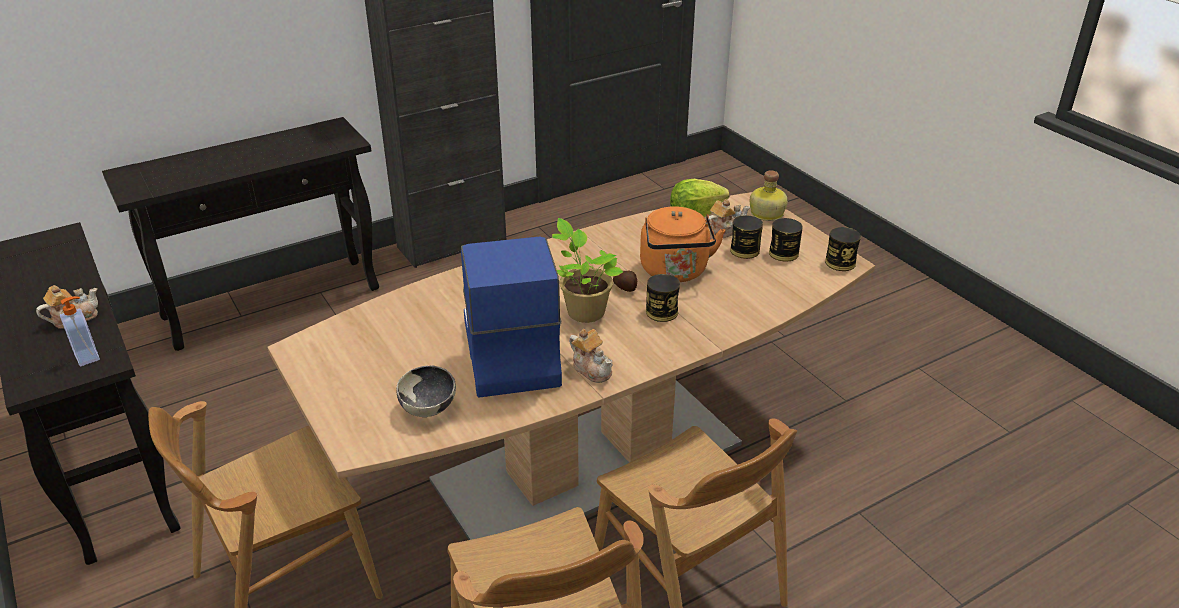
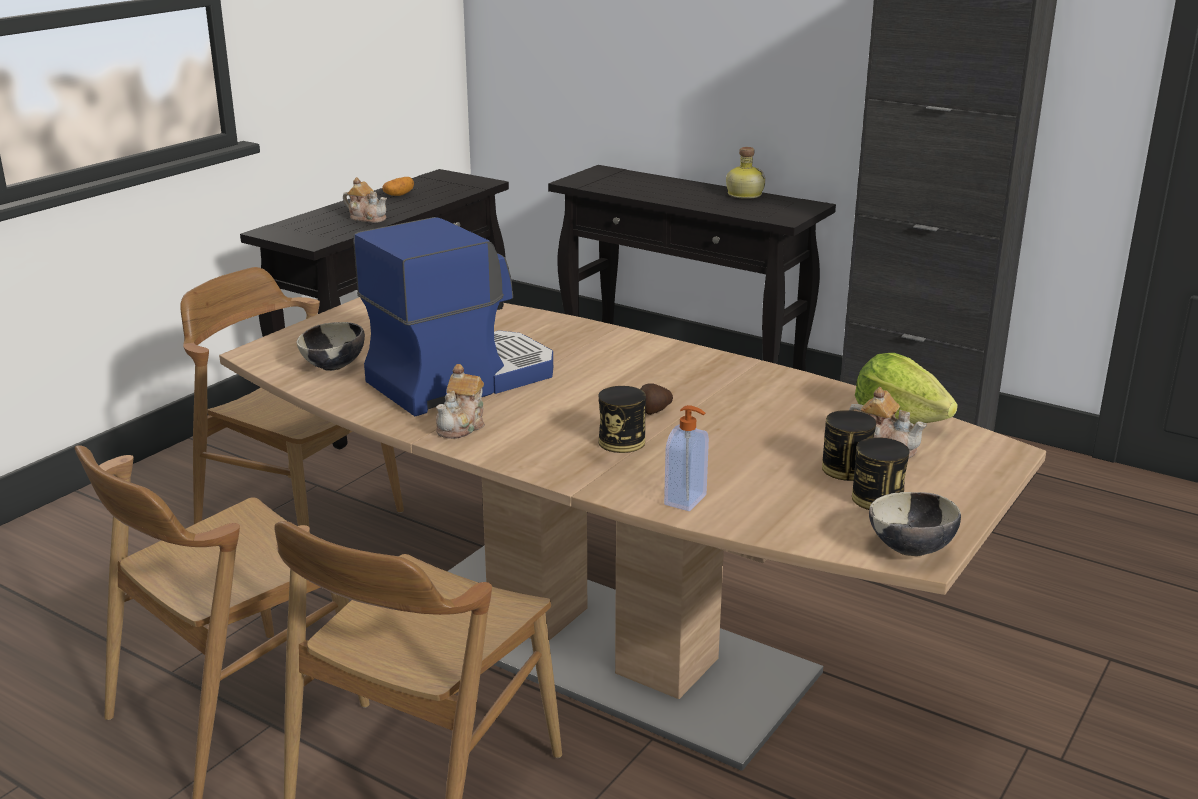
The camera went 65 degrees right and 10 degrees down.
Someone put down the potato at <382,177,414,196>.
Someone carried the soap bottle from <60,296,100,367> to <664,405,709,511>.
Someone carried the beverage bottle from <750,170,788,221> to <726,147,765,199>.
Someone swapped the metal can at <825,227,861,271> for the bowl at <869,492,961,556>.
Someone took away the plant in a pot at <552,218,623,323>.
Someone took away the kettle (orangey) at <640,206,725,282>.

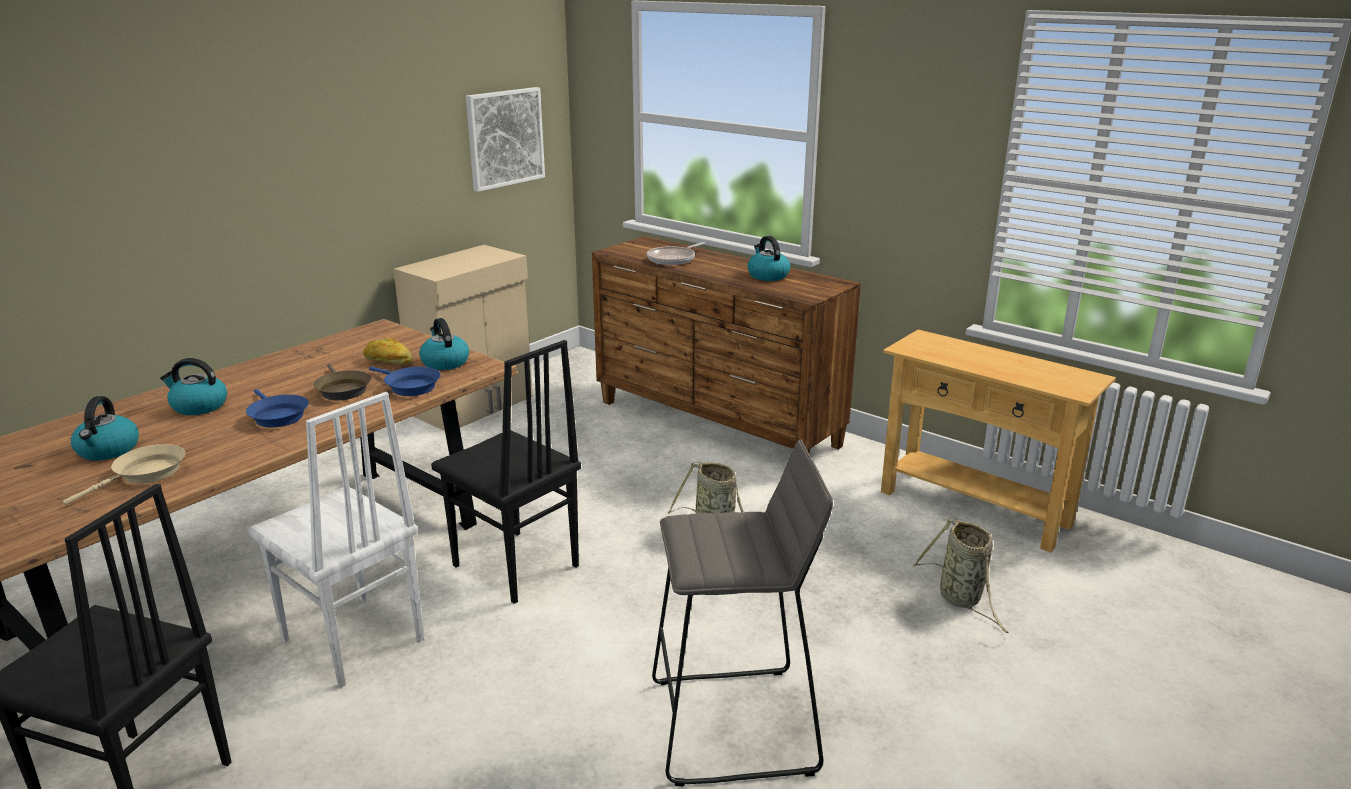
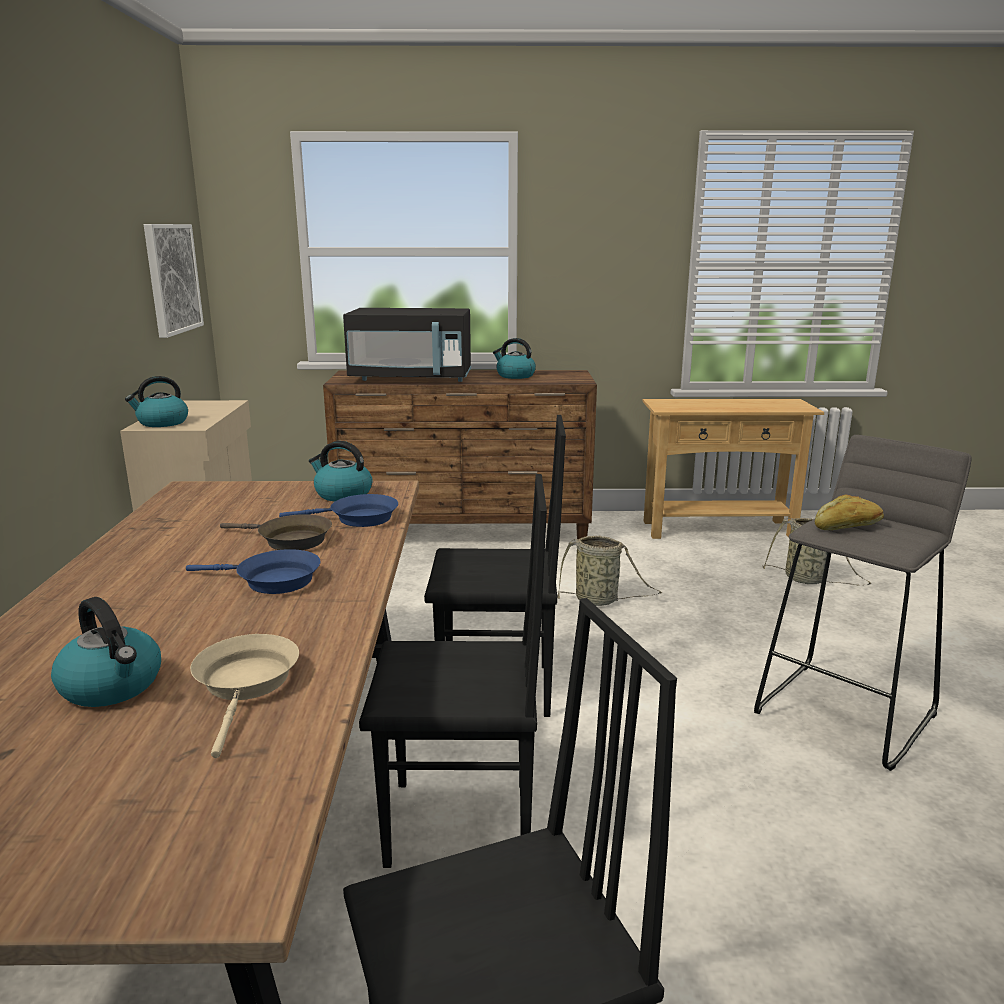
The camera went 40 degrees left and 5 degrees down.
Someone carried the kettle from <160,358,227,415> to <125,376,188,427>.
Someone swapped the pan at <647,242,706,265> for the kitchen microwave (black-coloured) at <343,308,471,382>.
Someone repainted the upright chair (white) at <248,392,424,687>, which became the upright chair (black-coloured) at <359,474,547,868>.
Someone carried the bakery bread from <363,338,412,365> to <815,494,884,530>.

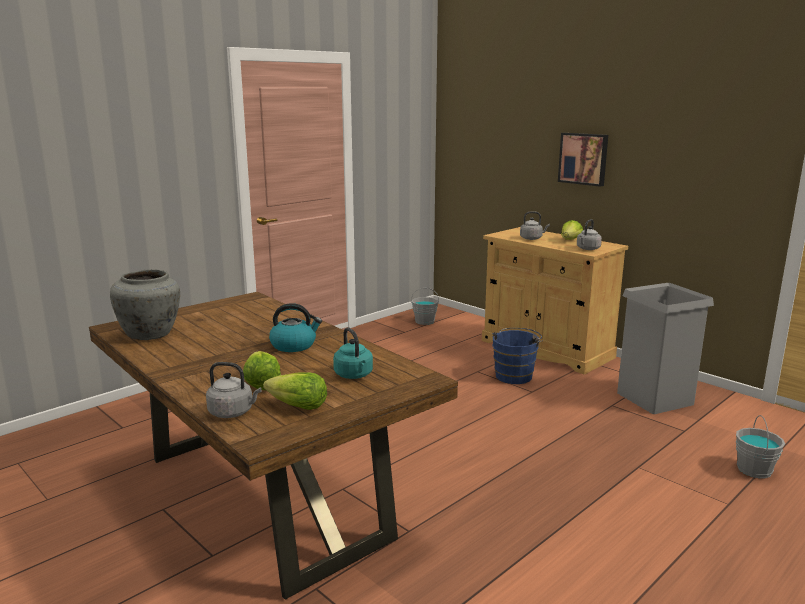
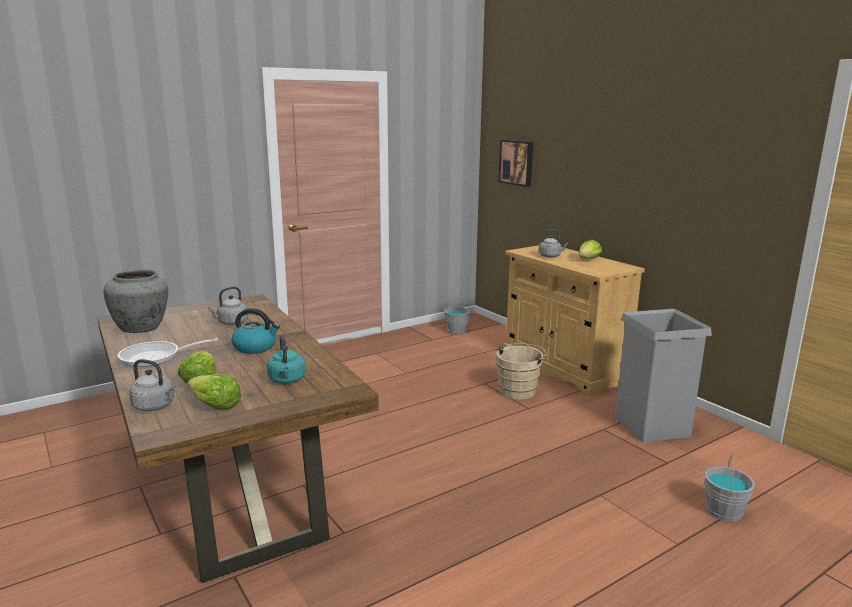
The camera went 10 degrees right and 0 degrees up.
Someone put down the pan at <118,338,218,367>.
Someone carried the kettle (grey) from <577,219,602,250> to <208,286,248,325>.
Someone repainted the bucket (blue) at <492,328,543,384>, which became the bucket (beige-coloured) at <496,343,546,400>.
Someone carried the wall art from <558,133,608,187> to <499,140,533,187>.

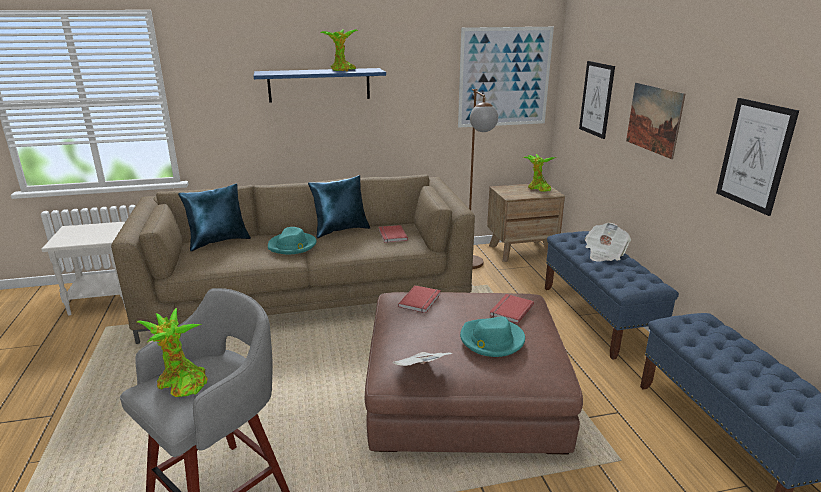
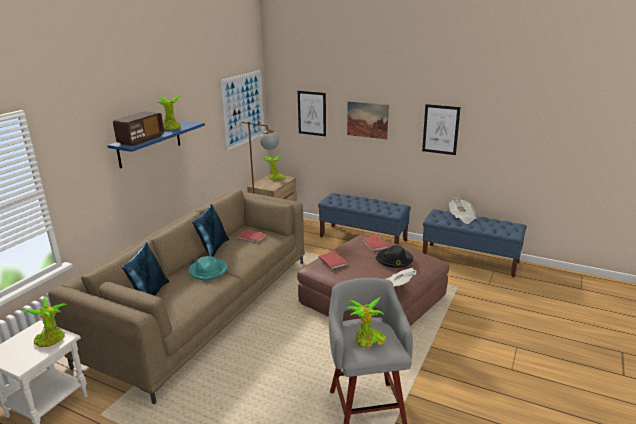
The camera went 50 degrees left and 0 degrees up.
Someone put down the plant in a pot at <21,296,67,347>.
Someone put down the radio at <113,111,164,146>.
Someone repainted the hat (turquoise) at <460,317,525,357>, which became the hat (black-coloured) at <375,245,413,268>.
Someone carried the newspaper from <585,223,631,261> to <449,198,477,224>.

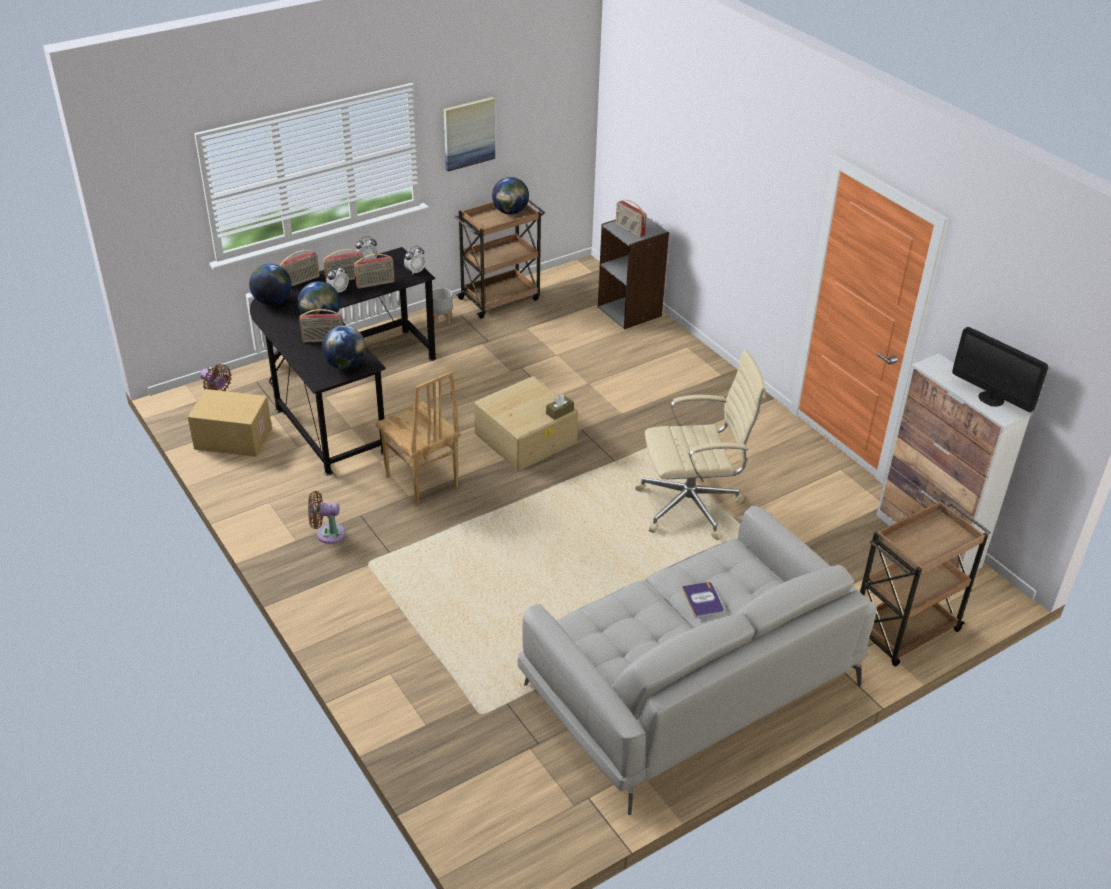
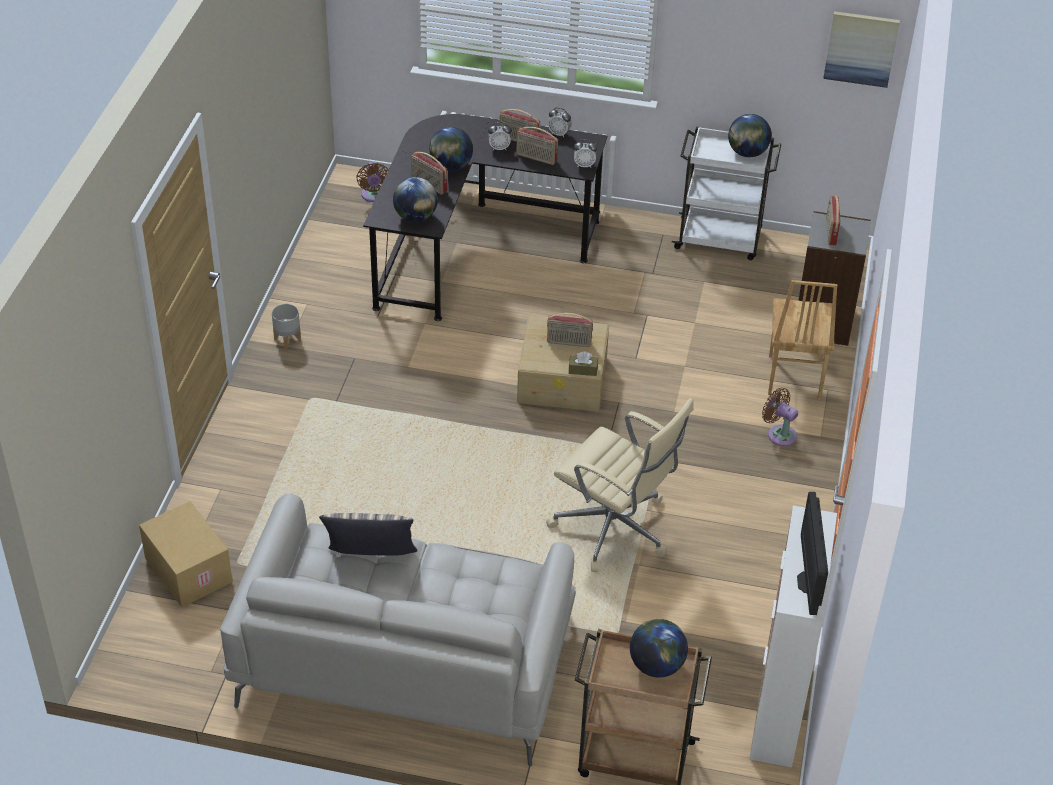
The camera went 45 degrees right and 5 degrees up.
Someone carried the carton from <188,389,272,457> to <139,501,233,607>.
Someone carried the flower pot (grey) from <432,288,453,324> to <272,304,301,349>.
Someone put down the throw pillow at <319,513,418,556>.
Someone carried the radio from <280,250,320,287> to <547,313,593,347>.
Someone carried the world globe from <249,264,291,305> to <630,619,688,677>.
Someone repainted the cart (brownish) at <455,200,545,319>, which became the cart (white) at <672,126,781,260>.
Someone carried the cooling fan (brownish) from <308,491,346,544> to <762,388,798,446>.
Someone carried the upright chair (brownish) from <376,371,461,507> to <768,280,838,400>.
Someone carried the wall art from <444,97,495,171> to <823,11,900,88>.
Someone took away the bound book at <682,582,724,618>.

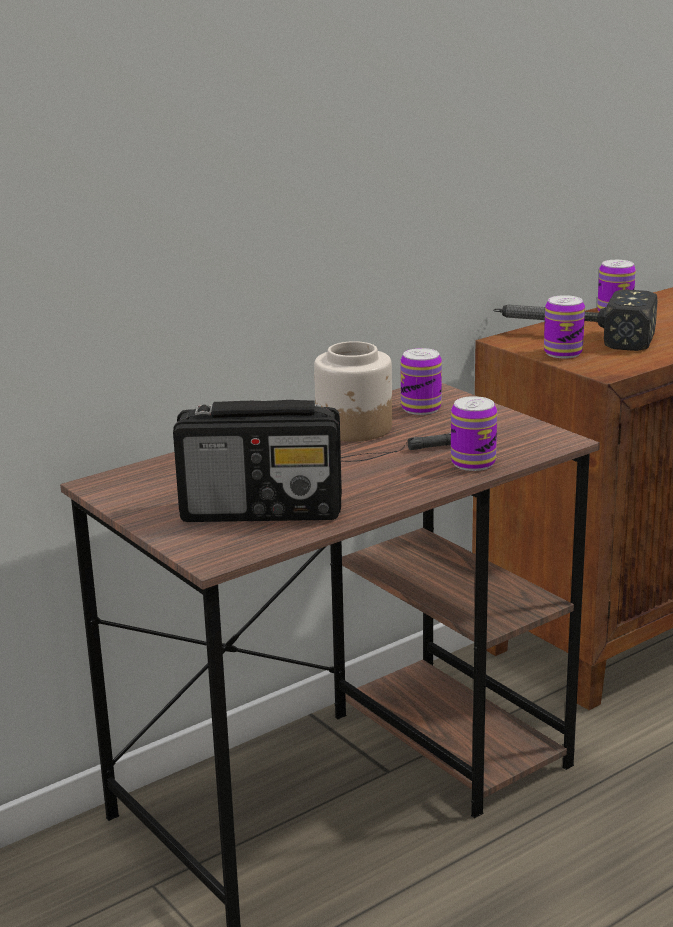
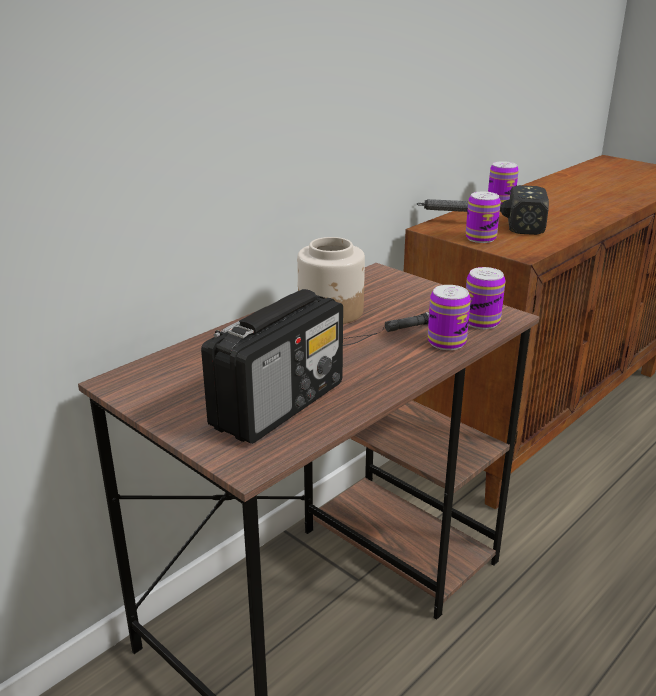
The camera went 10 degrees left and 5 degrees up.
Someone rotated the radio at <173,400,342,522> by 45 degrees counterclockwise.
Someone carried the metal can from <401,348,442,415> to <466,267,505,329>.

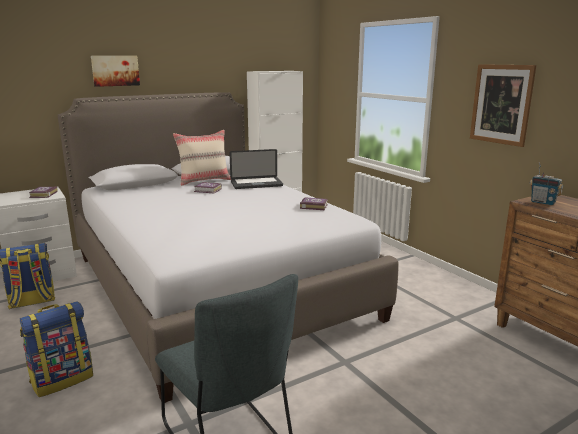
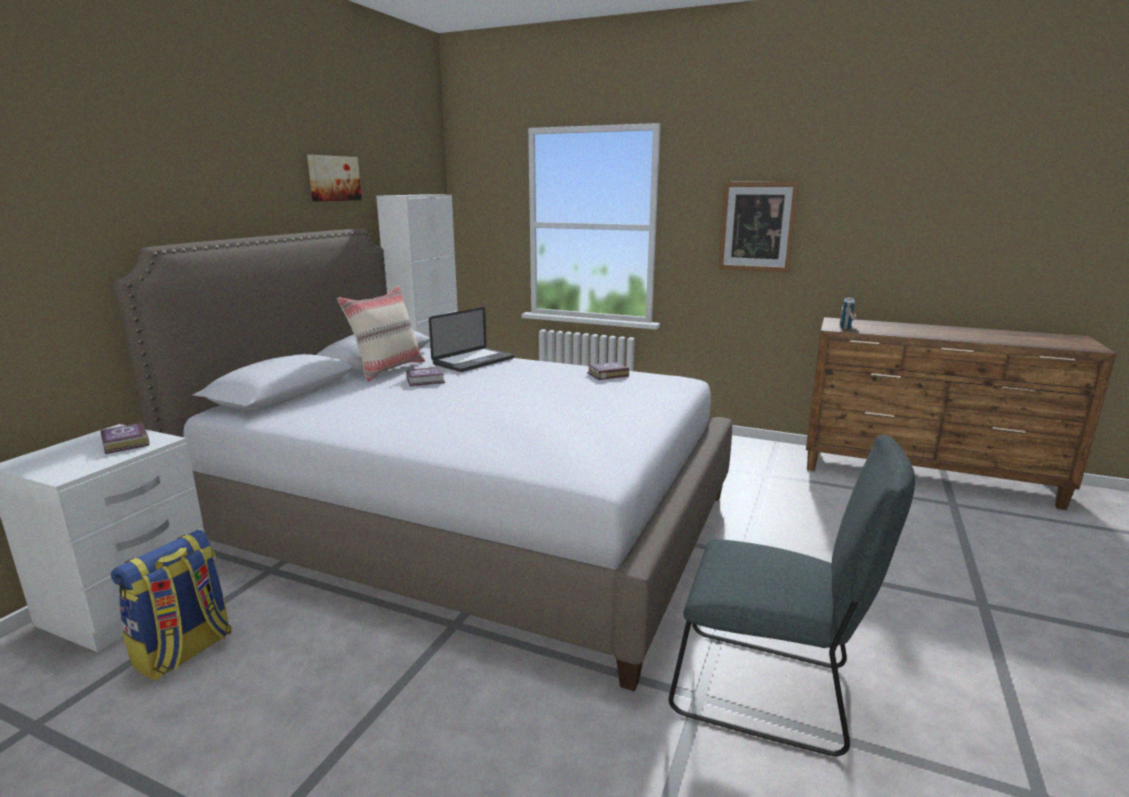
The camera went 35 degrees left and 0 degrees up.
Someone carried the wall art from <91,56,140,87> to <307,155,362,201>.
Someone rotated the radio at <530,162,563,205> by 105 degrees clockwise.
Someone took away the backpack at <20,301,93,397>.

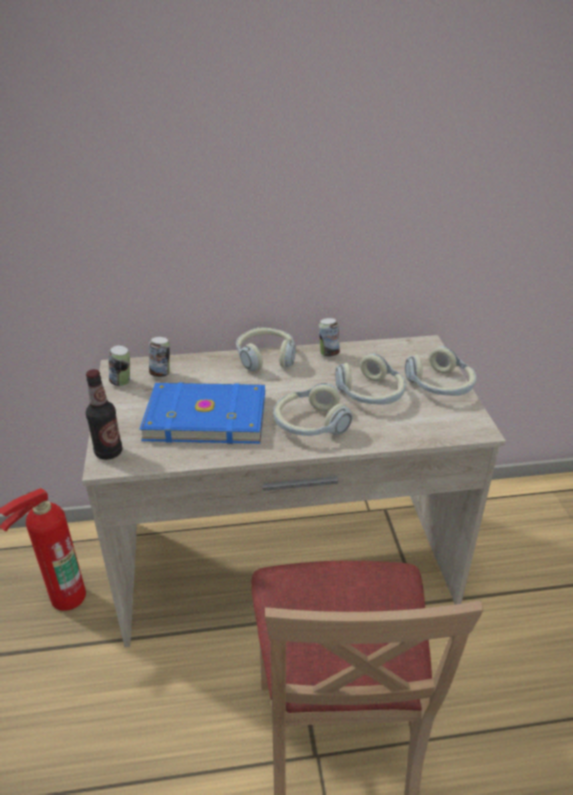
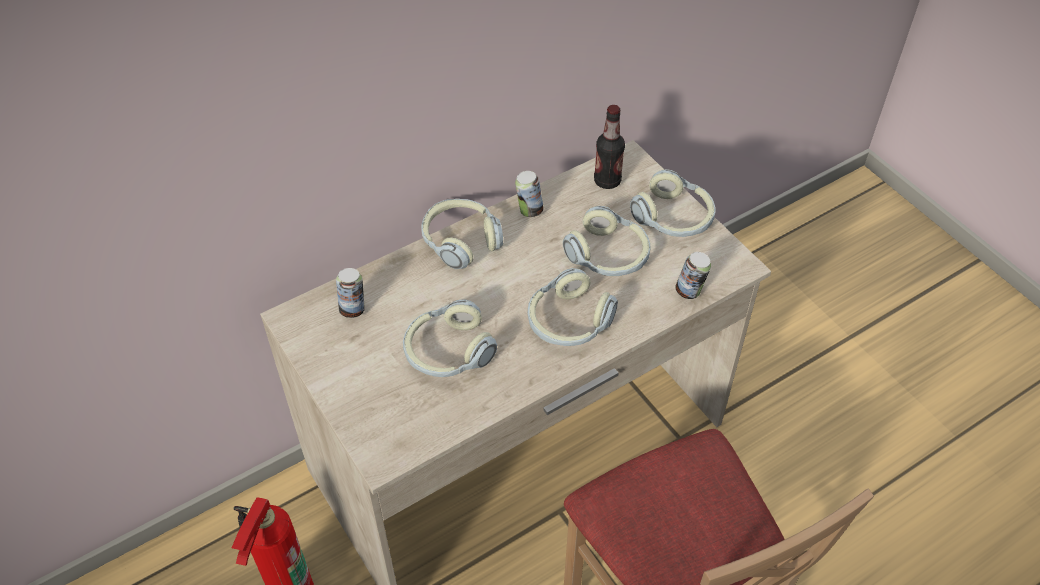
The camera went 25 degrees left and 15 degrees up.
Someone swapped the bound book (blue) at <140,382,265,444> for the headphones at <403,300,497,377>.
Someone carried the beverage bottle from <86,369,122,460> to <594,105,625,189>.
Someone carried the metal can from <109,345,130,386> to <675,252,711,299>.

